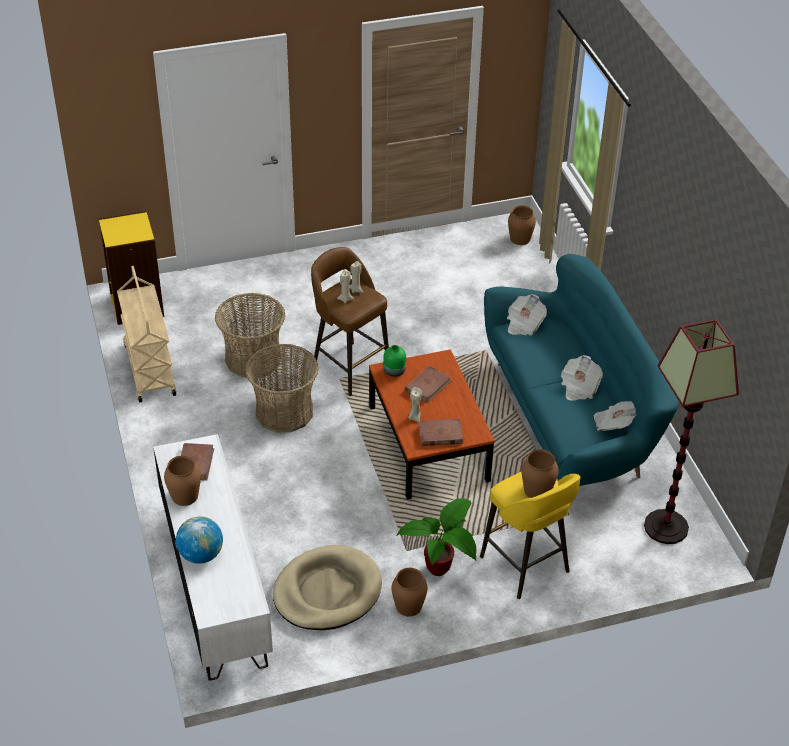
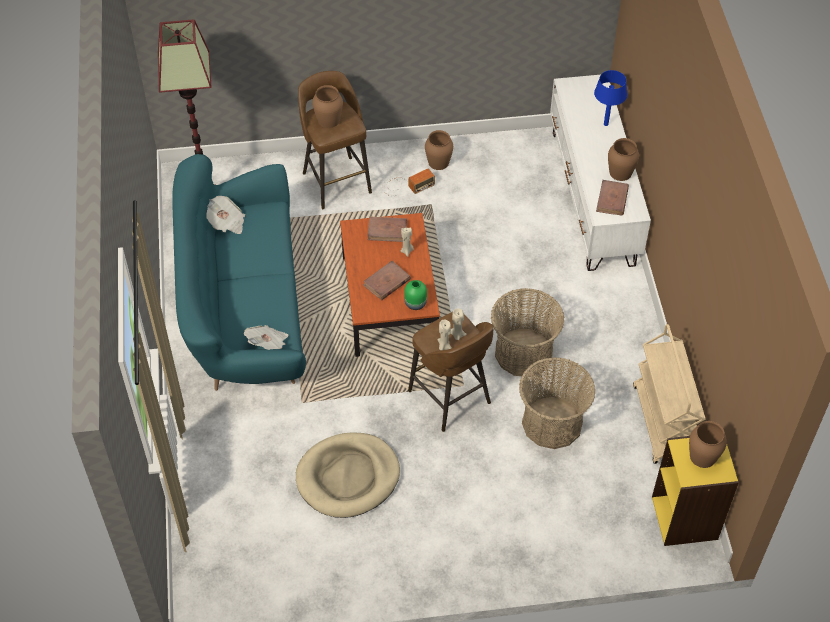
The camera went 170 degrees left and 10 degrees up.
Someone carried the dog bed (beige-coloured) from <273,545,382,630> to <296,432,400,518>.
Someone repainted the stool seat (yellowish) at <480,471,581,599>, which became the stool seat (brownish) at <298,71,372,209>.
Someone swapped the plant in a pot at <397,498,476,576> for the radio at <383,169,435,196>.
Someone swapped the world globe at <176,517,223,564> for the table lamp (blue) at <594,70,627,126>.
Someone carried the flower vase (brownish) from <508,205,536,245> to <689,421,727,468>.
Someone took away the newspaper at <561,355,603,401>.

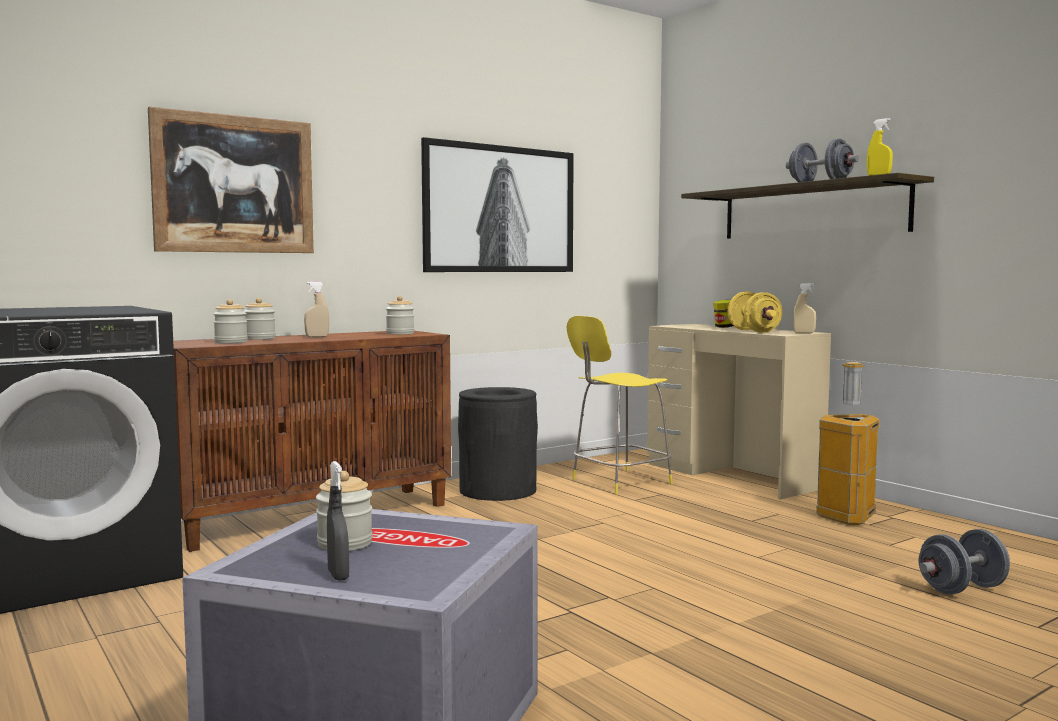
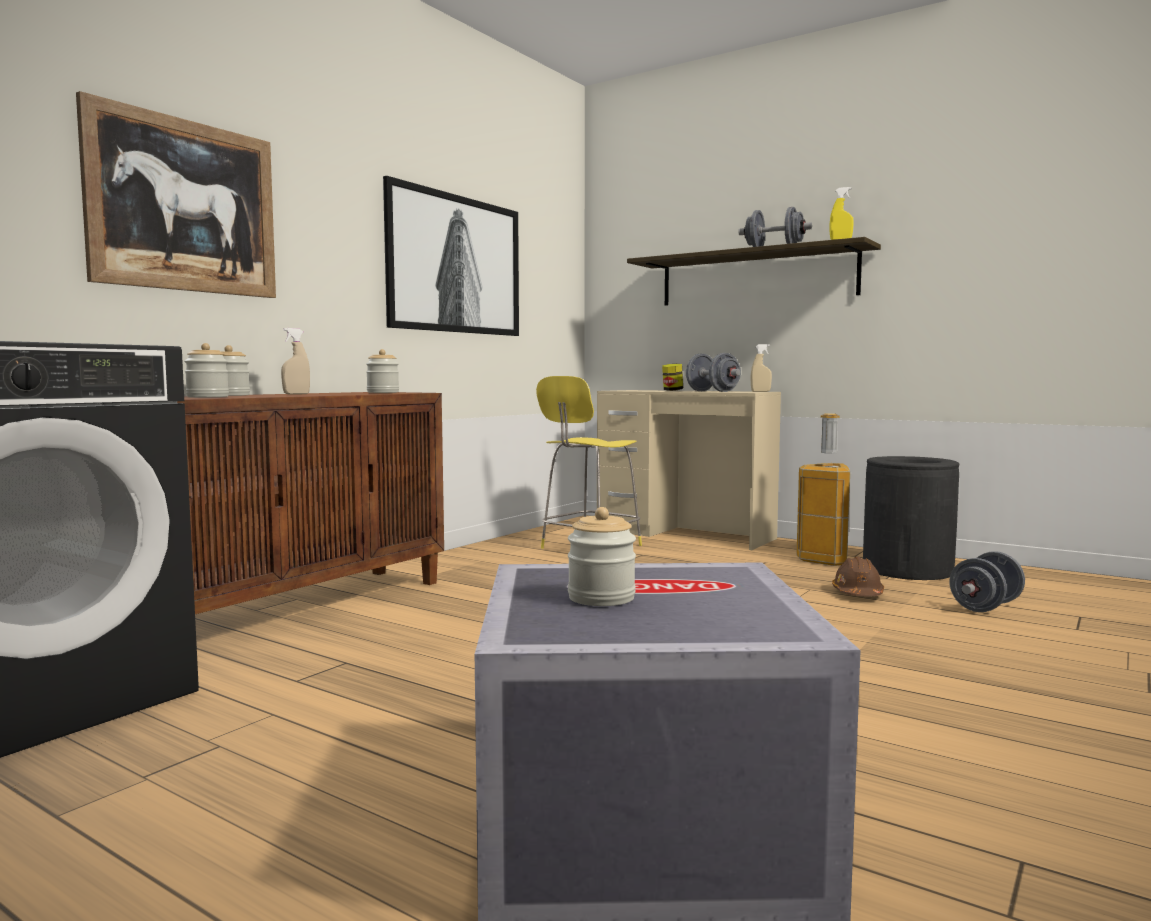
The camera went 20 degrees left and 0 degrees up.
Someone repainted the hand weight (yellowish) at <728,291,782,333>, which became the hand weight (grey) at <686,353,741,392>.
Someone put down the hard hat (brownish) at <832,557,884,596>.
Someone carried the waste bin (black-coloured) from <458,387,538,501> to <863,456,960,580>.
Someone took away the spray bottle (grey) at <327,461,349,581>.

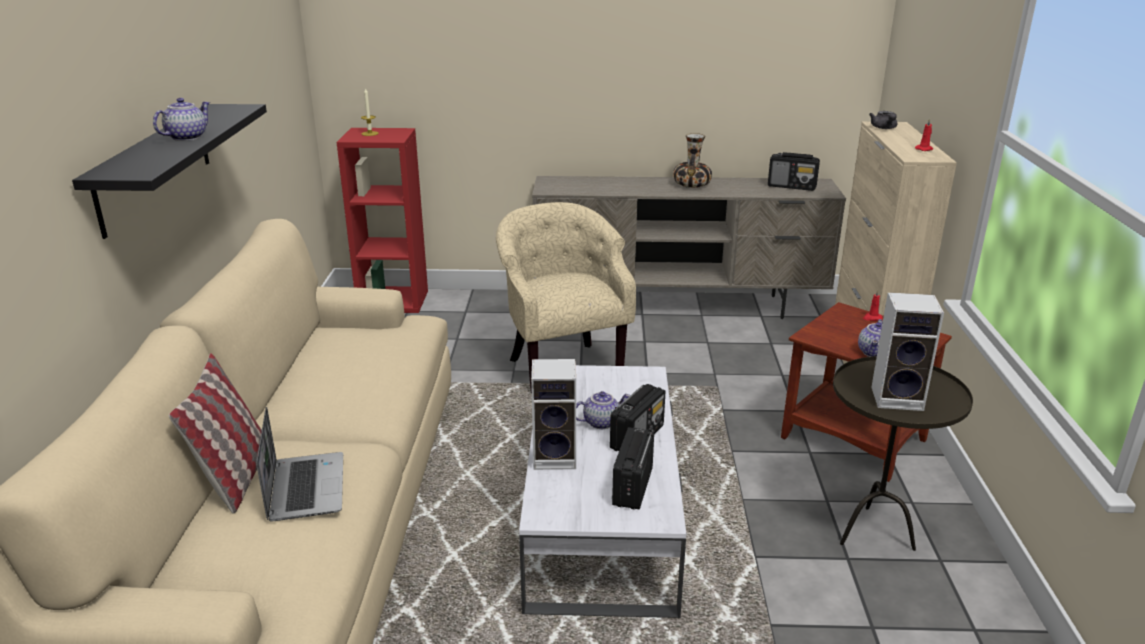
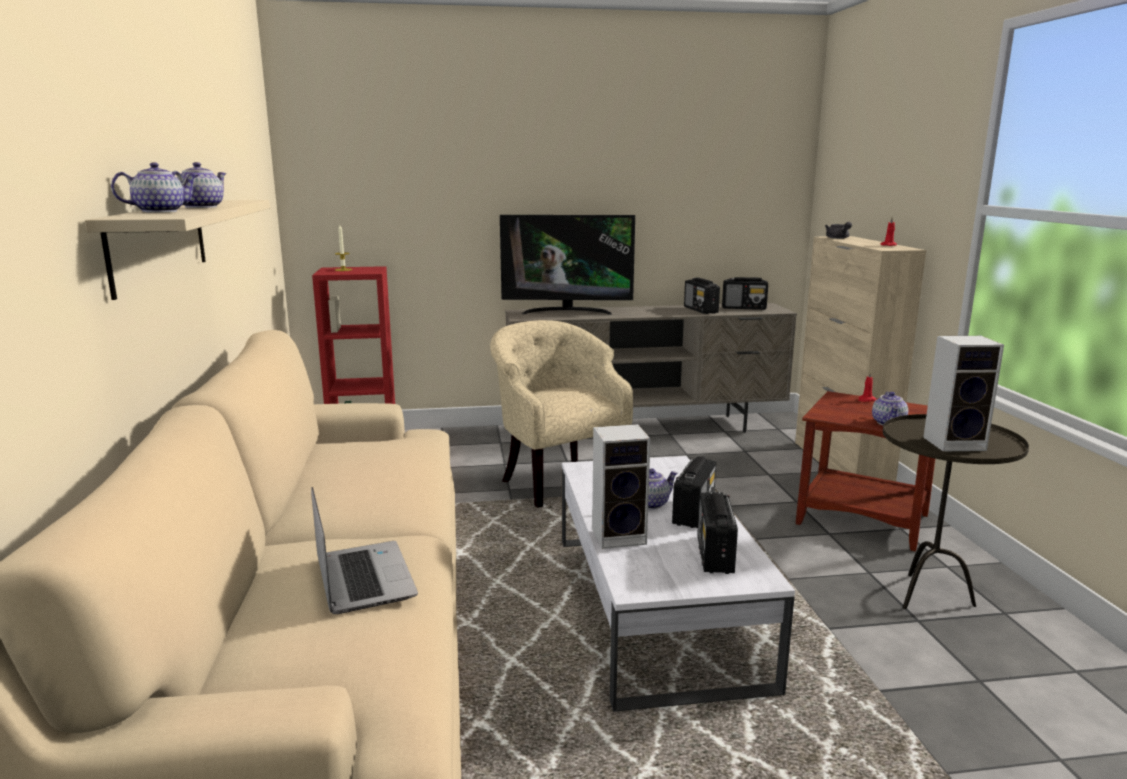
The camera went 10 degrees left and 10 degrees down.
Someone repainted the wall shelf (black-coloured) at <72,104,267,239>, which became the wall shelf (beige-coloured) at <85,200,270,300>.
Someone put down the teapot at <111,162,199,213>.
Someone put down the TV at <500,215,635,315>.
Someone put down the radio at <684,278,720,314>.
Someone took away the throw pillow at <169,353,262,514>.
Someone took away the flower vase at <673,133,712,188>.

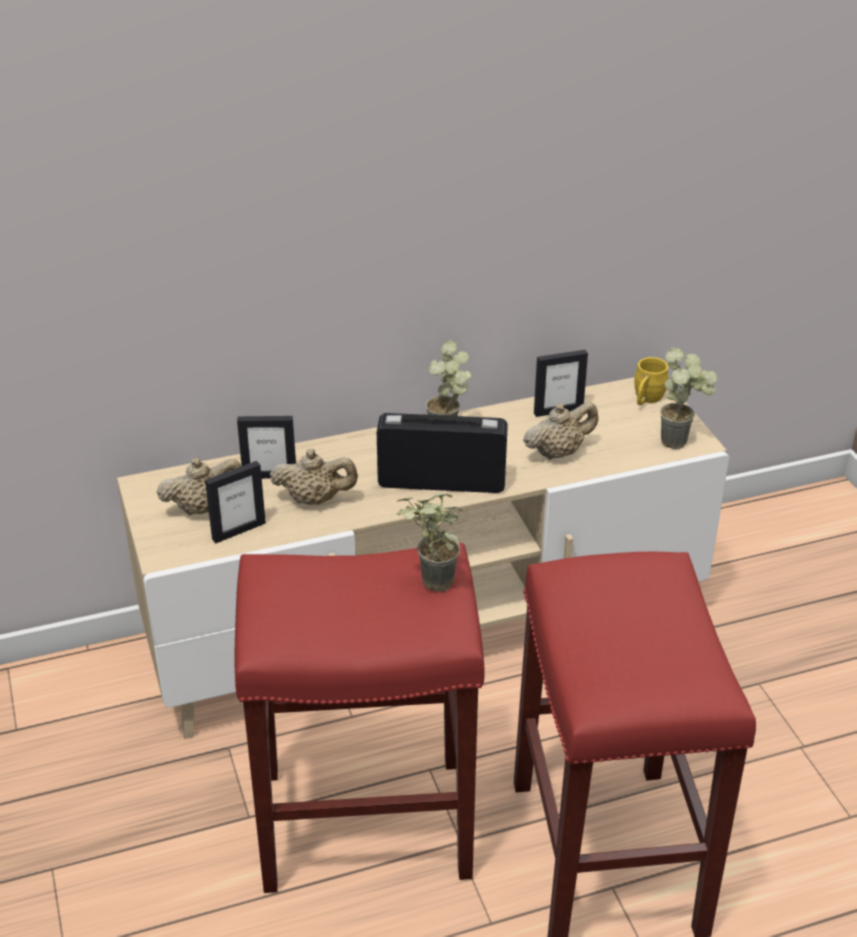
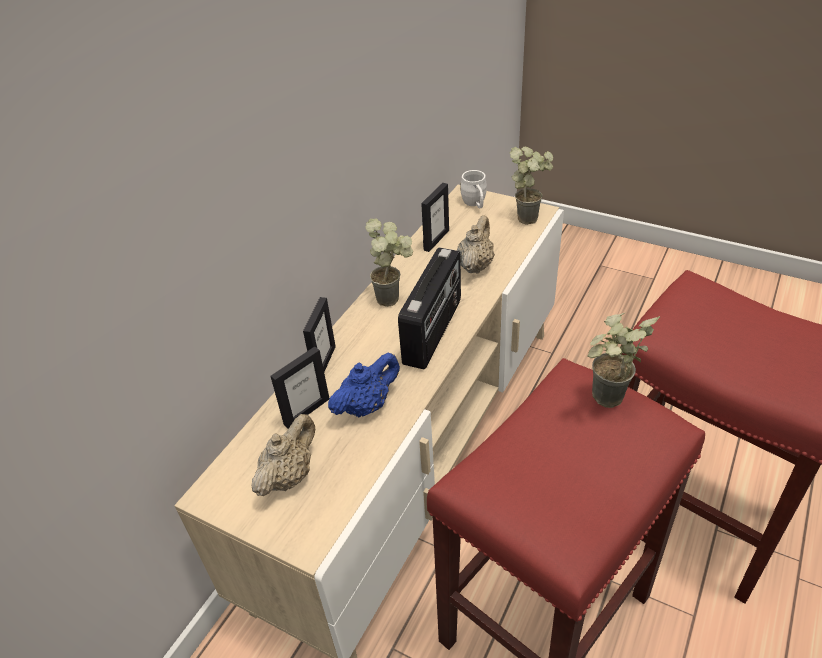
The camera went 40 degrees left and 5 degrees up.
Someone carried the standing frame from <205,461,266,543> to <303,297,336,372>.
Someone repainted the teapot (beige-coloured) at <270,449,358,505>, which became the teapot (blue) at <328,353,400,417>.
Someone rotated the radio at <377,413,508,493> by 150 degrees clockwise.
Someone repainted the tea mug (yellowish) at <634,357,669,405>, which became the tea mug (white) at <460,170,487,209>.

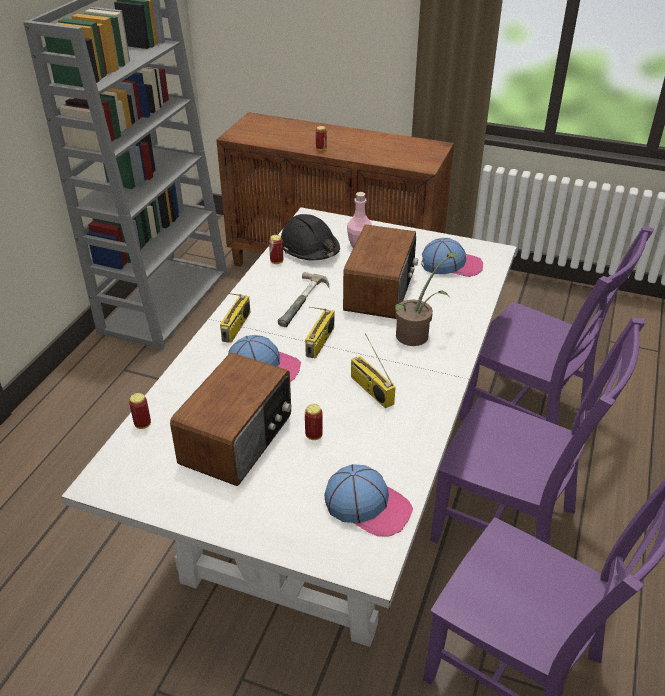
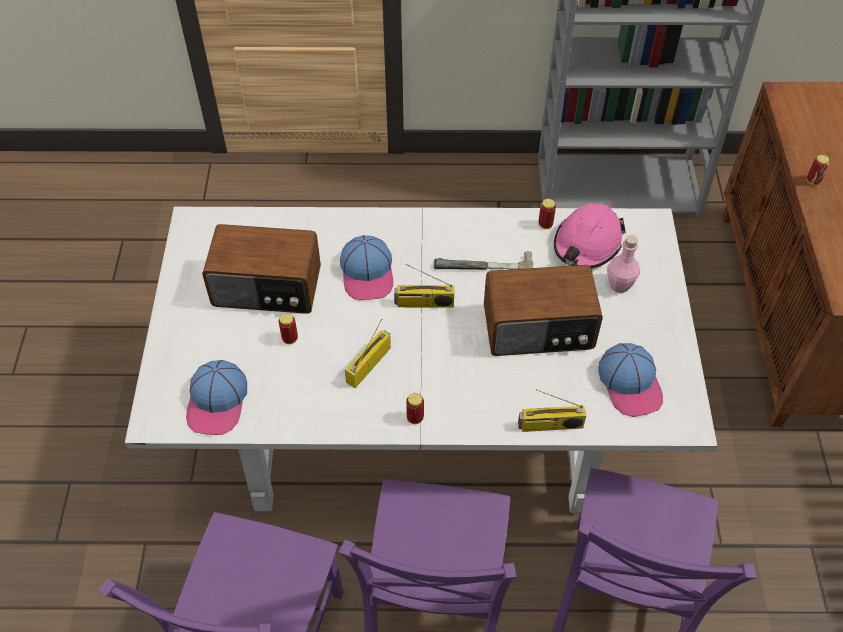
The camera went 70 degrees right and 15 degrees up.
Someone carried the metal can from <129,393,151,429> to <406,393,424,424>.
Someone carried the radio from <220,292,250,343> to <518,389,586,432>.
Someone repainted the hard hat (black-coloured) at <281,214,340,260>, which became the hard hat (pink-coloured) at <554,203,626,268>.
Someone took away the plant in a pot at <395,252,458,346>.

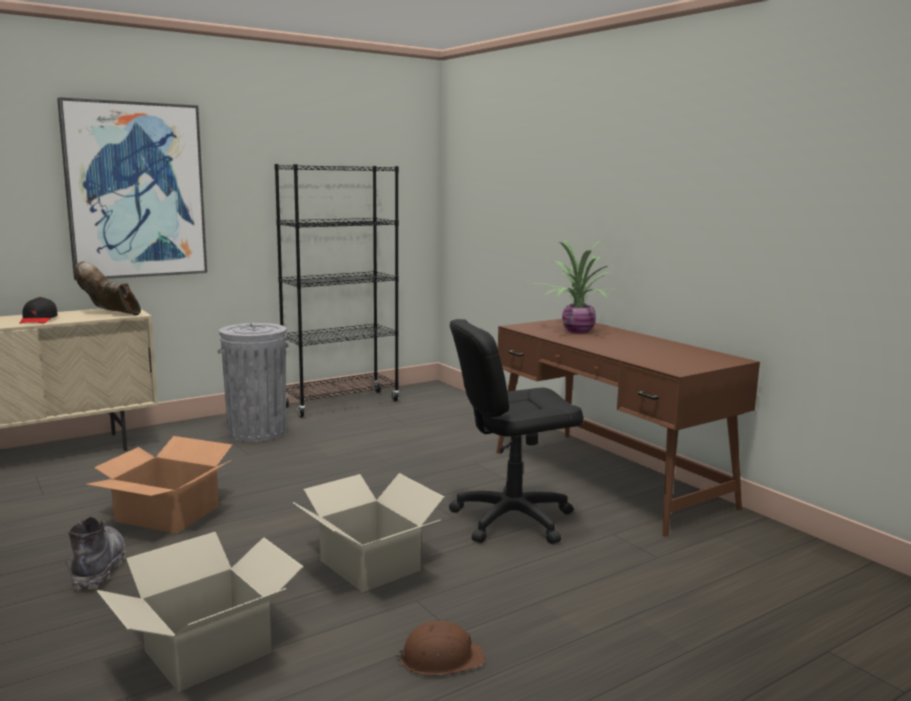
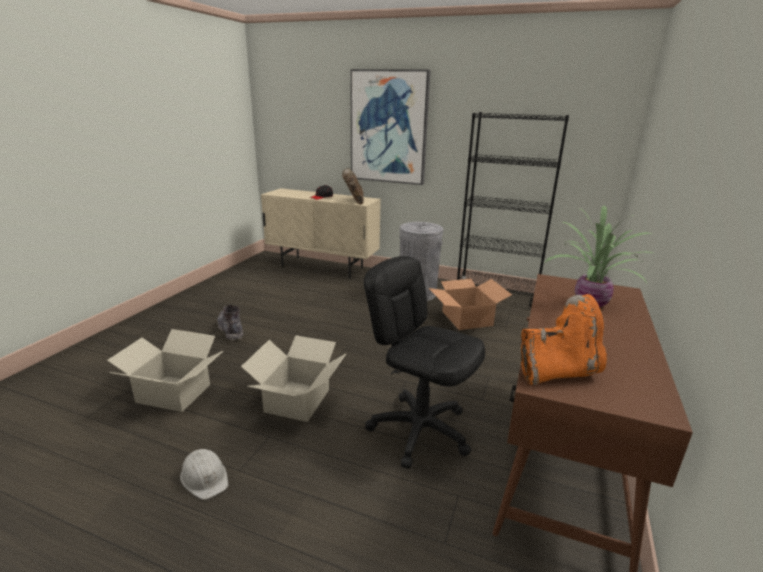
The camera went 55 degrees right and 10 degrees up.
Someone repainted the hard hat (brownish) at <396,621,485,676>, which became the hard hat (white) at <180,449,228,500>.
Someone rotated the boot (grey) at <68,517,126,591> by 75 degrees counterclockwise.
Someone carried the carton from <86,436,232,533> to <429,279,512,330>.
Someone put down the boot (orangey) at <521,294,607,385>.

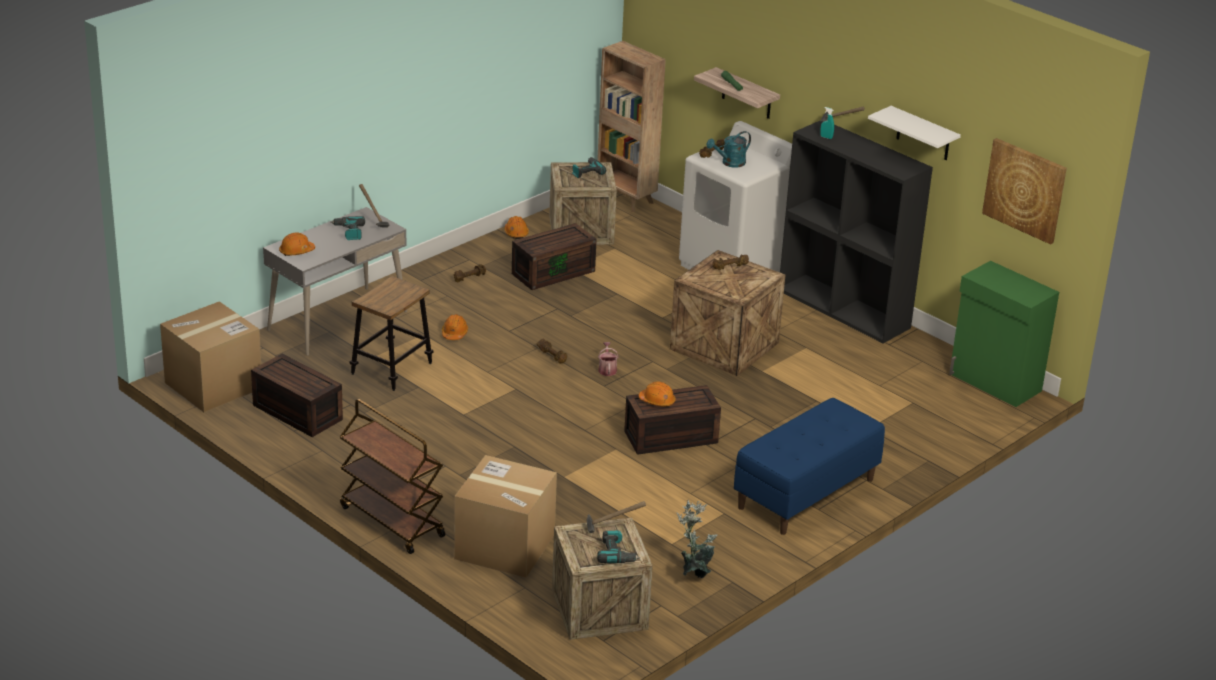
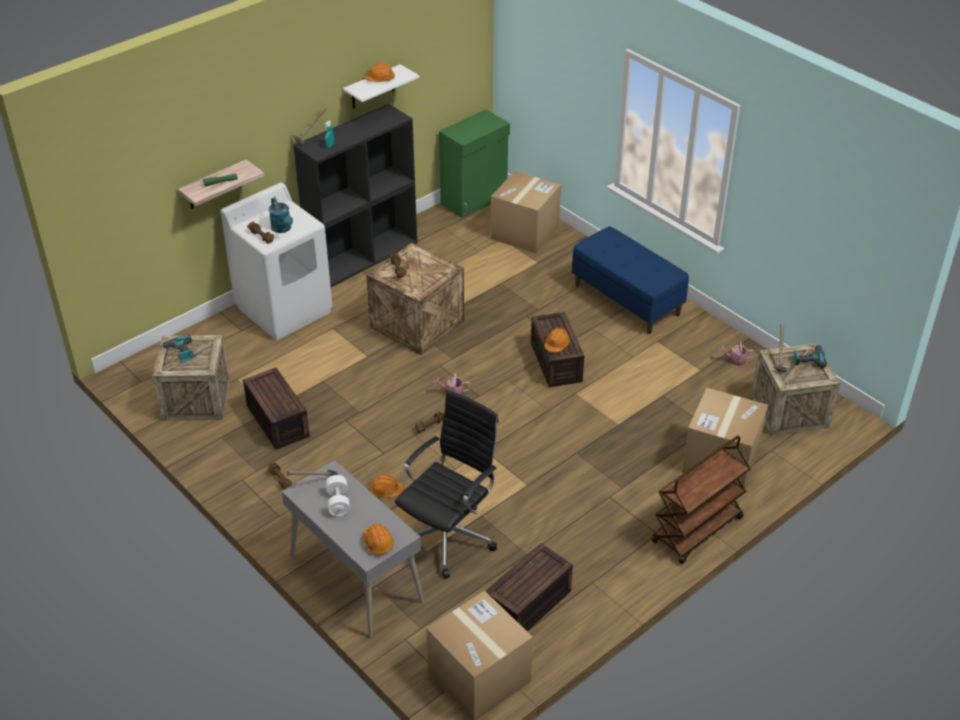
The camera went 85 degrees left and 10 degrees up.
Someone swapped the power drill at <330,216,365,240> for the hand weight (white) at <325,475,350,517>.
Someone carried the hard hat (orangey) from <504,216,529,239> to <365,63,395,82>.
Someone swapped the stool seat at <349,276,434,391> for the office chair (black-coloured) at <395,390,498,579>.
Someone put down the carton at <491,171,561,254>.
Someone swapped the plant in a pot at <676,500,717,579> for the sprinkling can at <718,342,755,366>.
Someone took away the bookshelf (brownish) at <597,41,666,212>.
Someone took away the wall art at <982,138,1067,245>.

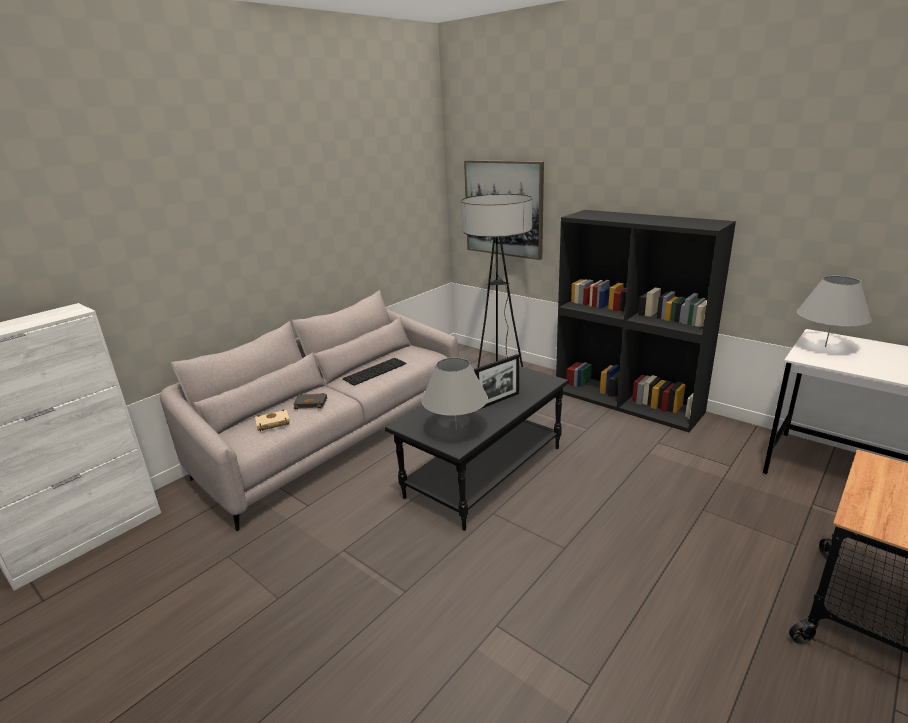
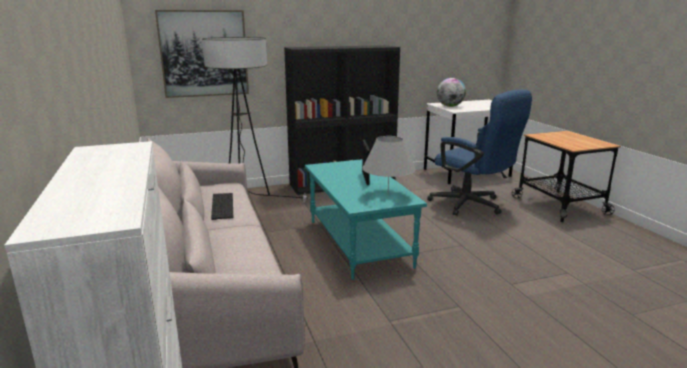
The camera went 60 degrees left and 5 degrees down.
Someone repainted the lounge table (black-coloured) at <384,366,569,531>, which became the lounge table (turquoise) at <305,159,427,280>.
Someone put down the office chair (blue) at <427,89,532,216>.
Someone swapped the table lamp (grey) at <797,276,872,347> for the world globe at <437,78,466,107>.
Someone took away the bound book (beige-coloured) at <255,410,290,431>.
Someone took away the bound book (black-coloured) at <293,393,327,409>.

